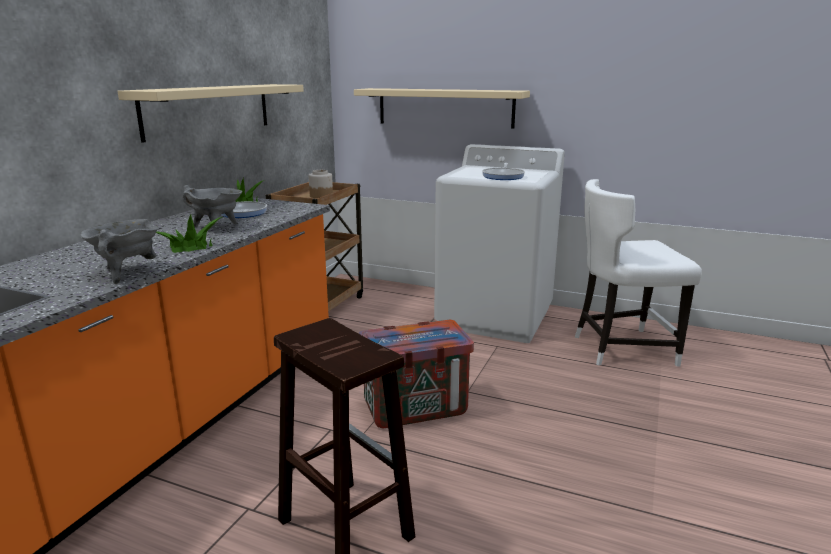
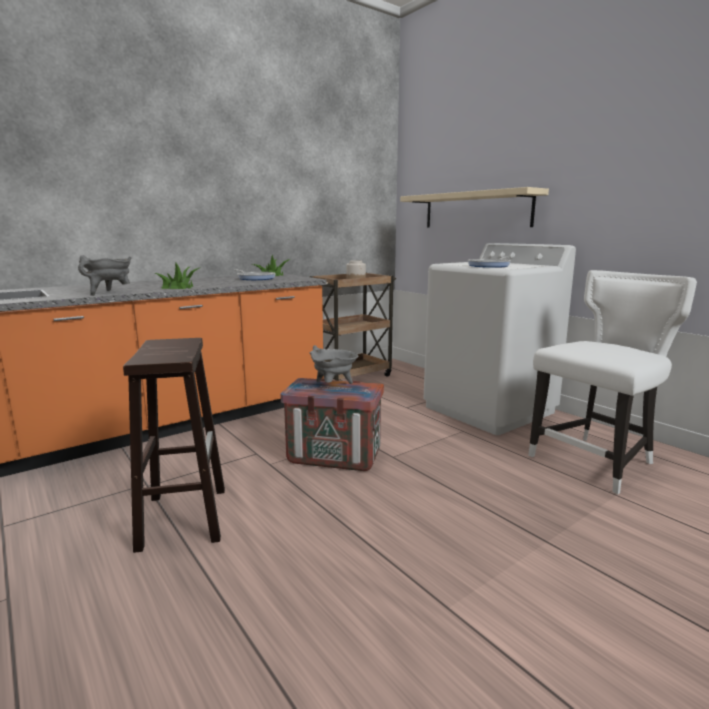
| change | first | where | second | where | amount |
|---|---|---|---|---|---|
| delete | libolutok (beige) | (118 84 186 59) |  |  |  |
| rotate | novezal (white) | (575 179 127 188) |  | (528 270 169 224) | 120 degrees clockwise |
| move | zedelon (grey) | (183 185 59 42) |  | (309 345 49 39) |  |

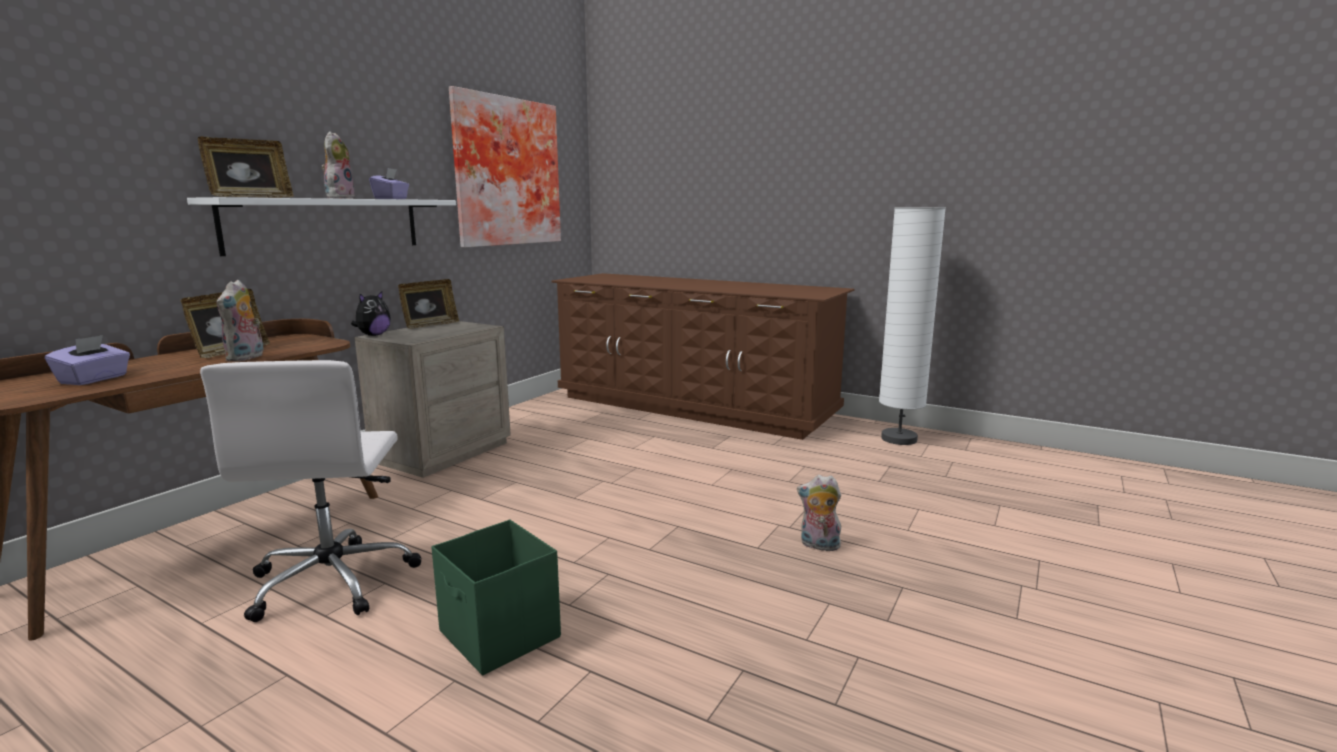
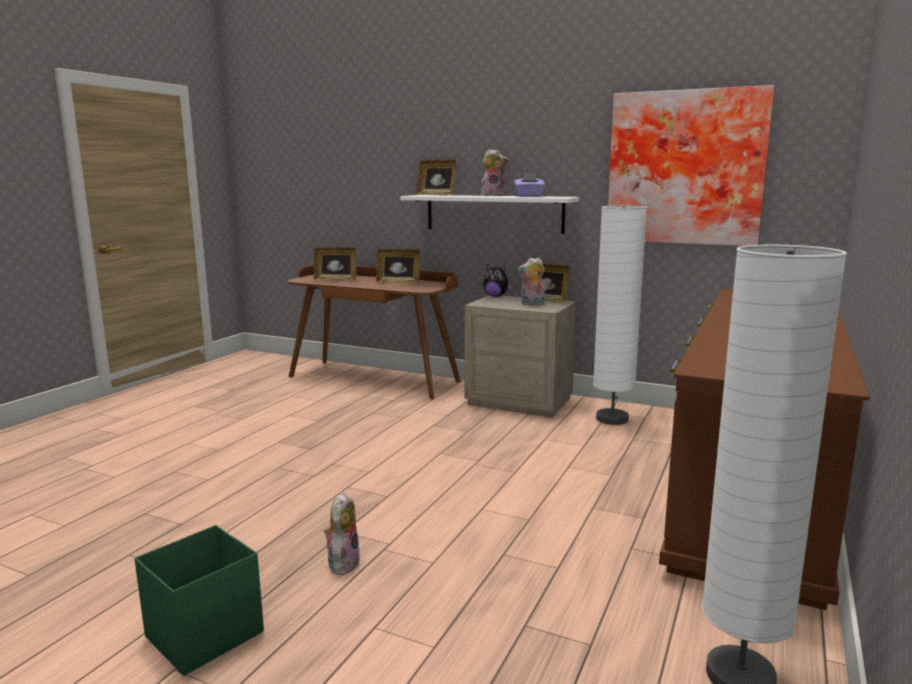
| change | first | where | second | where | amount |
|---|---|---|---|---|---|
| move | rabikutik | (217 280 47 82) |  | (518 258 27 48) |  |
| replace | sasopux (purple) | (45 335 85 50) | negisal | (314 247 42 34) |  |
| delete | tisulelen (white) | (200 360 222 262) |  |  |  |
| move | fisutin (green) | (431 519 130 157) |  | (134 525 130 151) |  |
| insert |  |  | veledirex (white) | (593 206 54 219) |  |

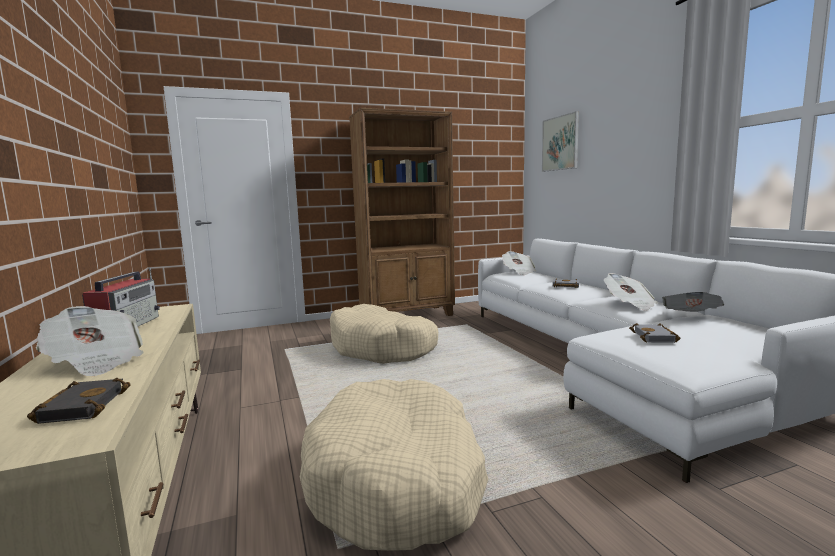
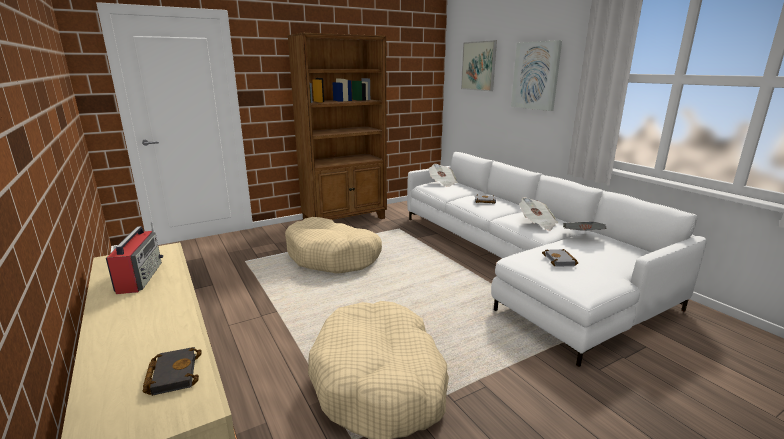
| change | first | where | second | where | amount |
|---|---|---|---|---|---|
| delete | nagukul | (36 306 108 70) |  |  |  |
| insert |  |  | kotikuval | (511 40 51 71) |  |

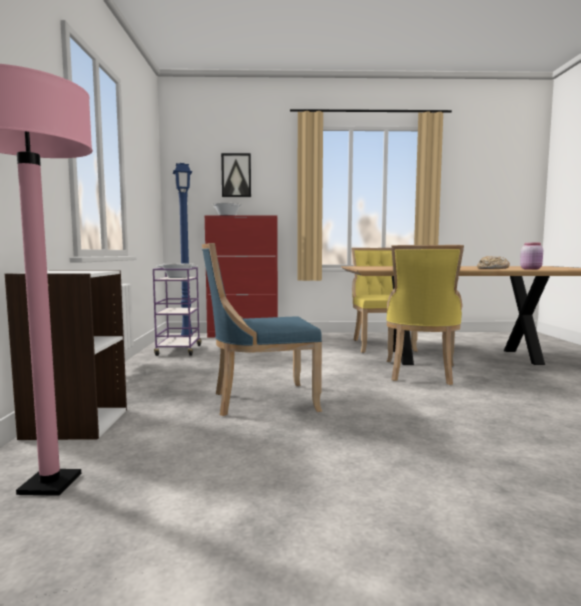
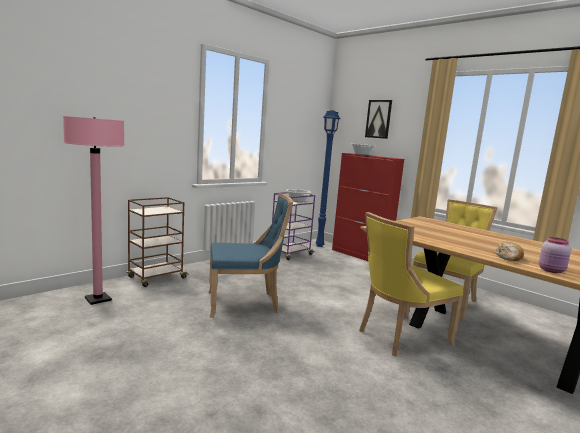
| change | first | where | second | where | amount |
|---|---|---|---|---|---|
| rotate | novezal (blue) | (202 243 120 173) |  | (208 193 85 125) | 135 degrees clockwise |
| replace | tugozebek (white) | (5 270 122 170) | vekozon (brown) | (127 197 62 90) |  |

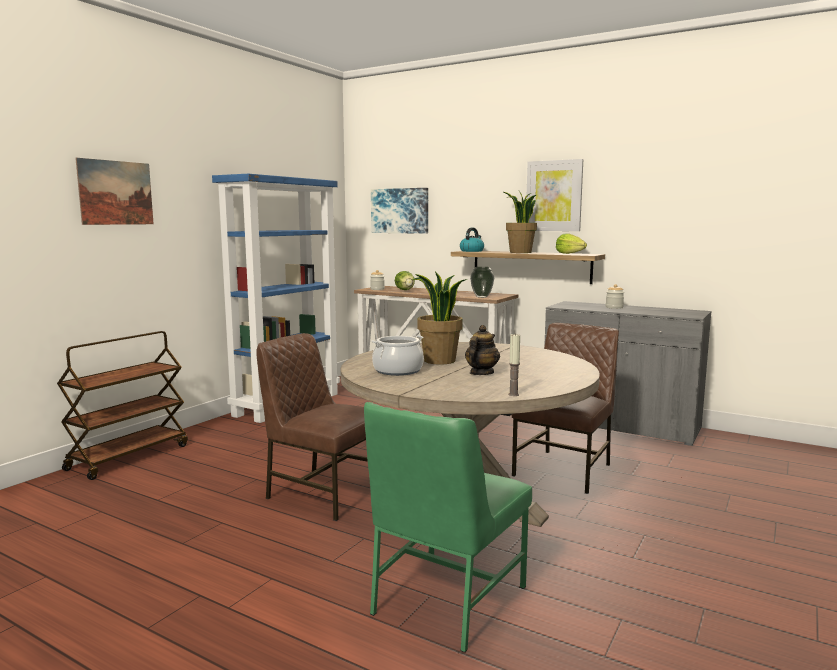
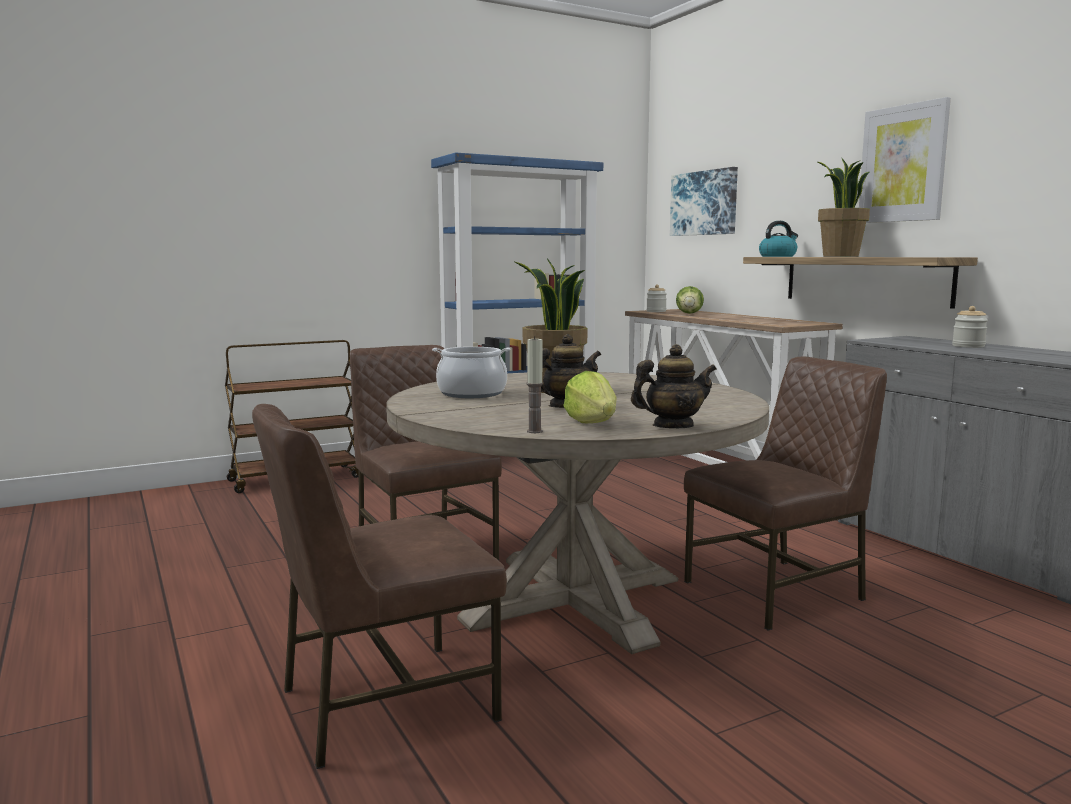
| change | first | where | second | where | amount |
|---|---|---|---|---|---|
| delete | kotikuval | (75 158 78 67) |  |  |  |
| move | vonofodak | (556 234 31 20) |  | (563 371 54 52) |  |
| delete | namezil | (470 267 24 31) |  |  |  |
| recolor | novezal (green) | (364 402 168 251) | novezal (brown) | (252 404 255 365) |  |
| insert |  |  | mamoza | (631 344 86 84) |  |

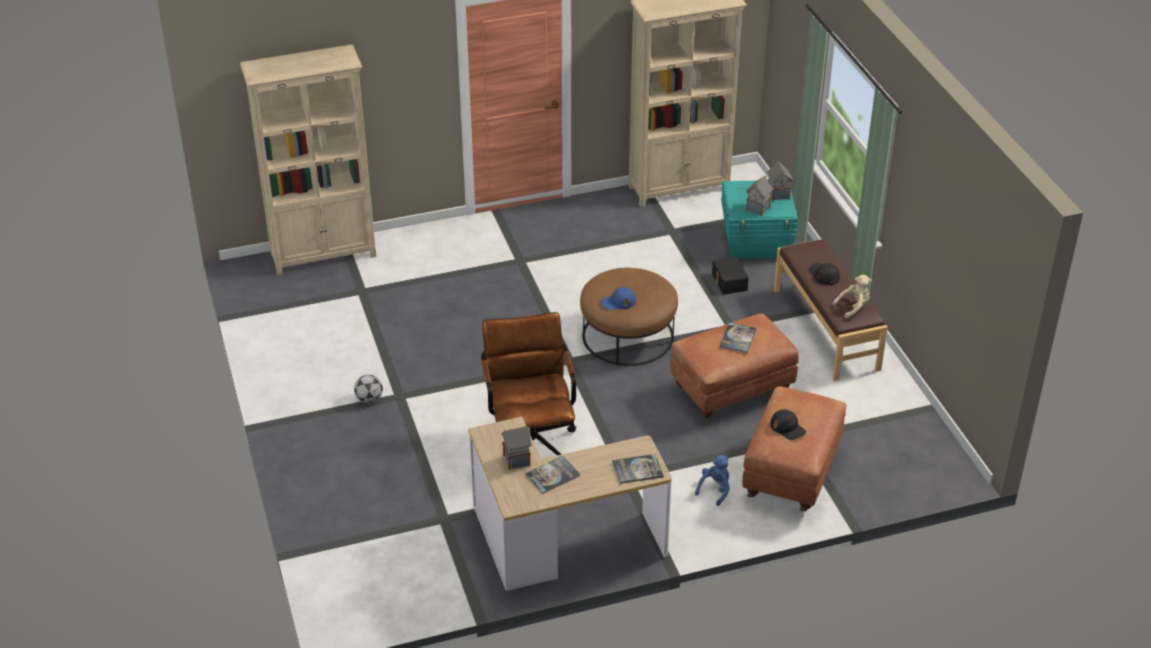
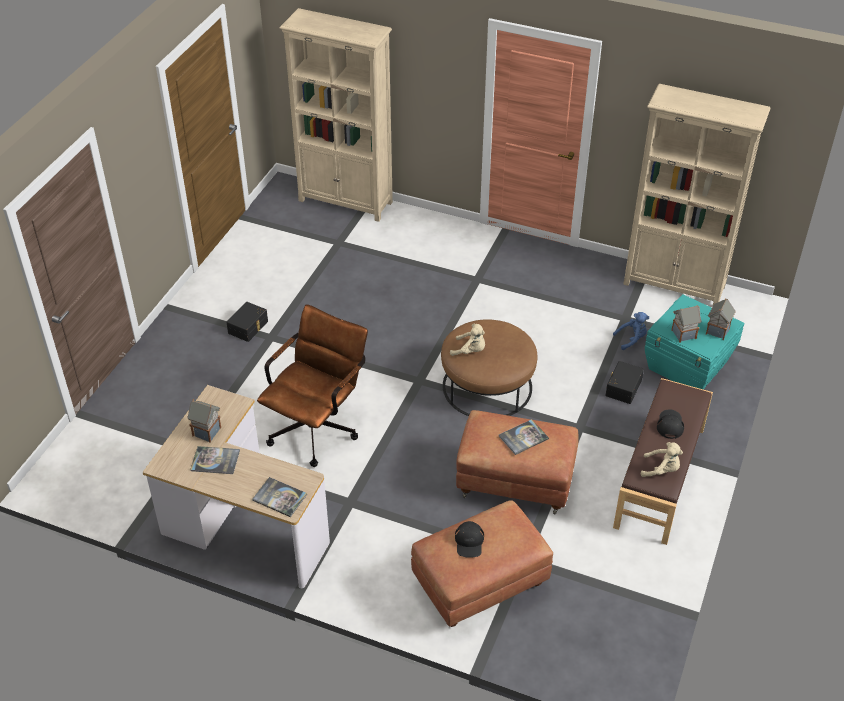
| change | first | where | second | where | amount |
|---|---|---|---|---|---|
| replace | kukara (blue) | (601 287 35 23) | rabikutik (beige) | (450 324 35 32) |  |
| replace | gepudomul | (354 375 29 28) | fisutin (black) | (226 302 42 40) |  |
| move | rabikutik (blue) | (695 455 35 51) |  | (613 312 36 38) |  |

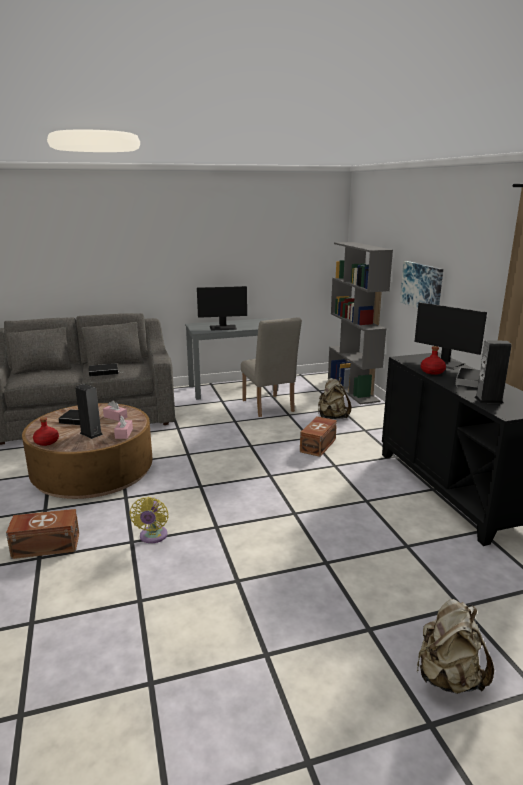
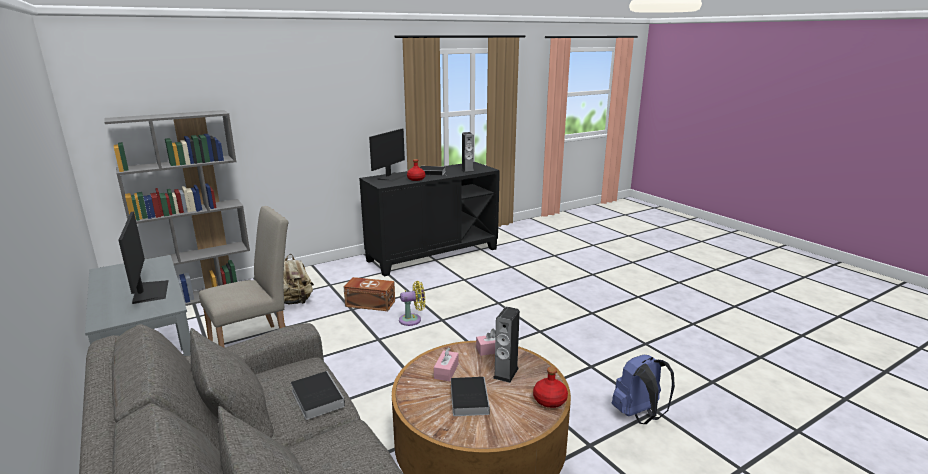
| change | first | where | second | where | amount |
|---|---|---|---|---|---|
| delete | kotikuval | (400 261 43 48) |  |  |  |
| move | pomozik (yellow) | (129 497 40 46) |  | (399 281 26 45) |  |
| replace | fisutin (brown) | (6 509 73 50) | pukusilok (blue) | (612 355 63 69) |  |
| delete | pukusilok (beige) | (416 599 78 95) |  |  |  |

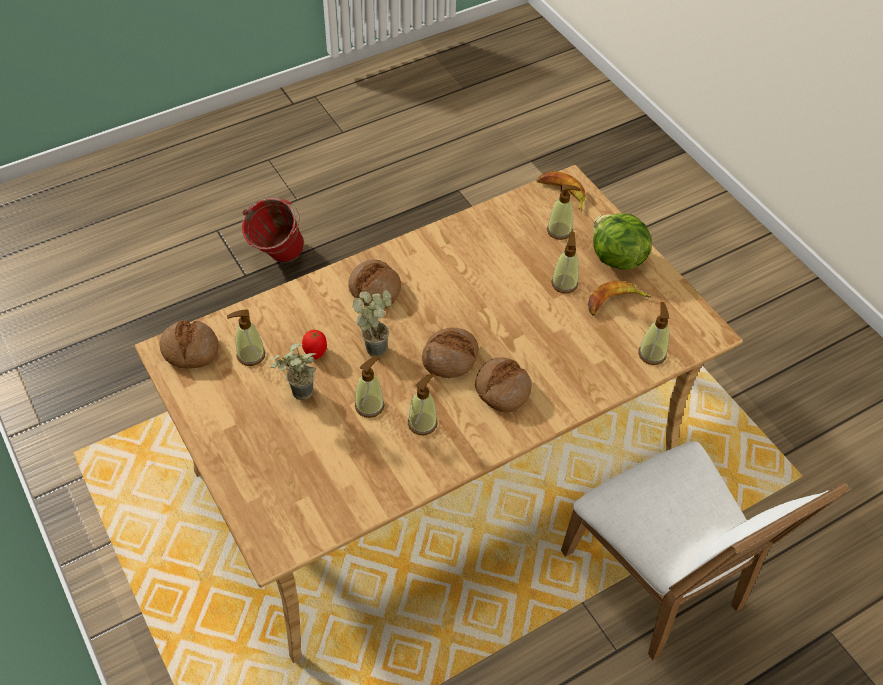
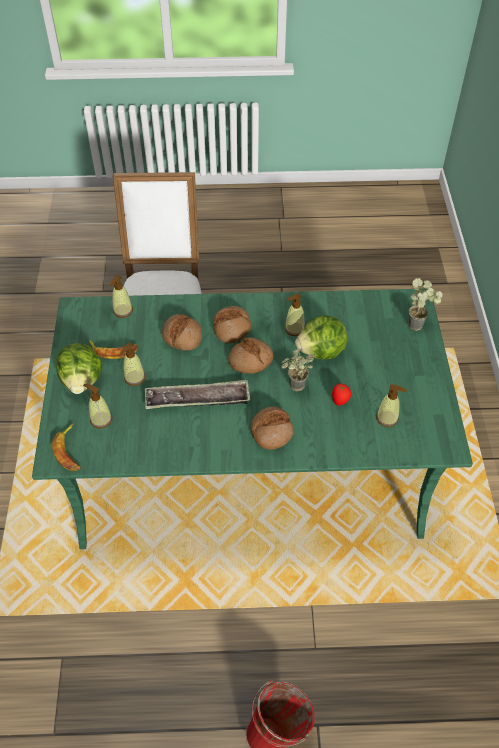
| change | first | where | second | where | amount |
|---|---|---|---|---|---|
| recolor | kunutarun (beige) | (135 165 608 498) | kunutarun (green) | (32 289 441 260) |  |
| move | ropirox | (160 320 59 48) |  | (162 314 40 37) |  |
| move | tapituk | (270 343 46 57) |  | (408 278 34 53) |  |
| replace | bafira | (355 356 30 62) | vonofodak | (295 315 53 44) |  |
| insert |  |  | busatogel | (145 380 105 29) |  |

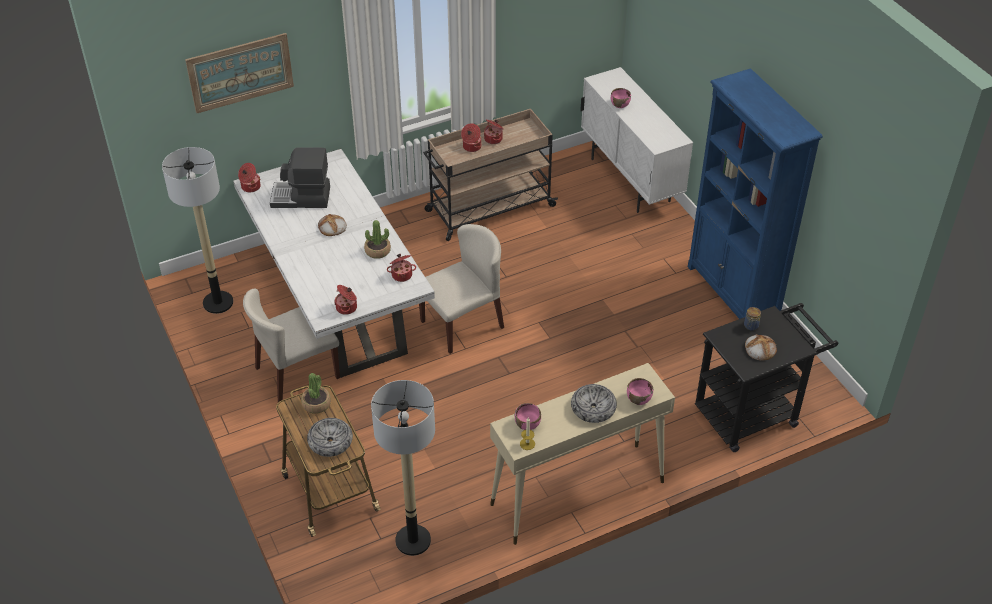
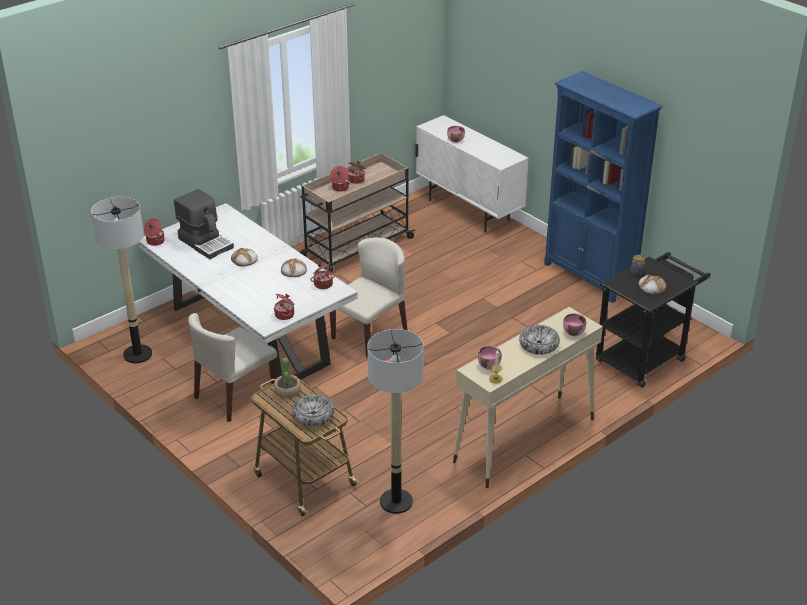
| change | first | where | second | where | amount |
|---|---|---|---|---|---|
| delete | kotikuval | (185 33 109 80) |  |  |  |
| rotate | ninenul | (270 147 60 61) |  | (174 189 60 70) | 120 degrees counterclockwise |
| replace | tapituk | (364 220 27 39) | ropirox | (281 258 26 19) |  |

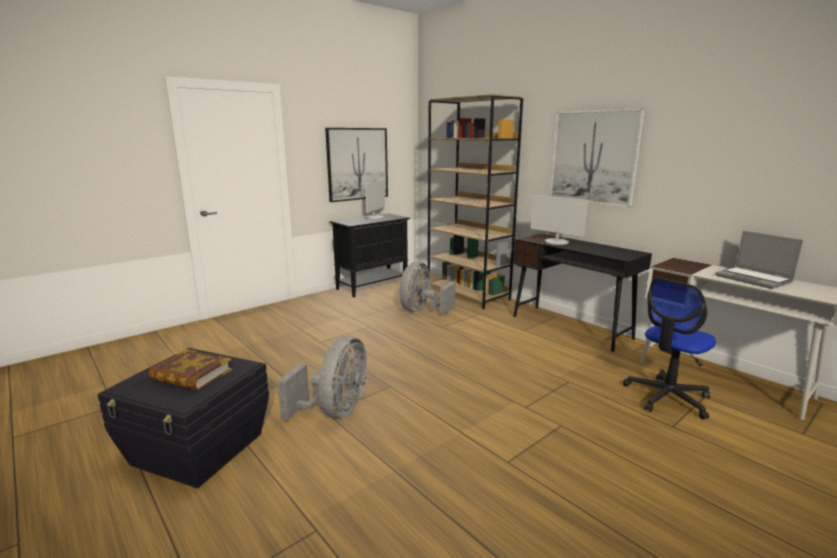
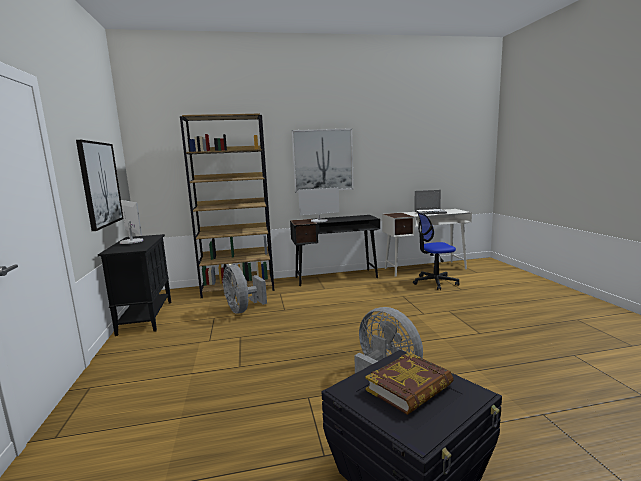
| change | first | where | second | where | amount |
|---|---|---|---|---|---|
| rotate | tisulelen | (623 277 93 143) |  | (413 212 46 78) | 90 degrees clockwise |

